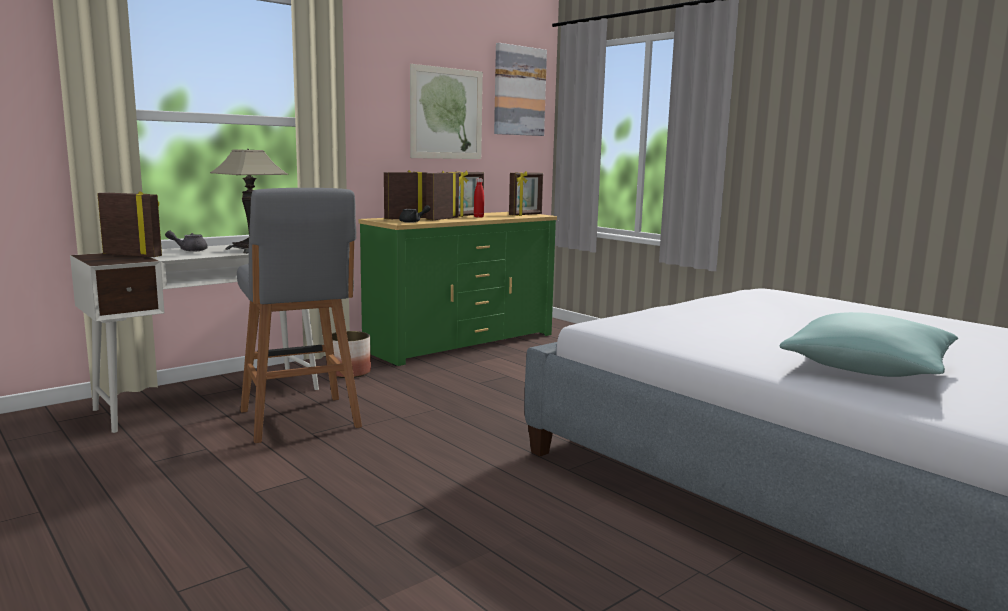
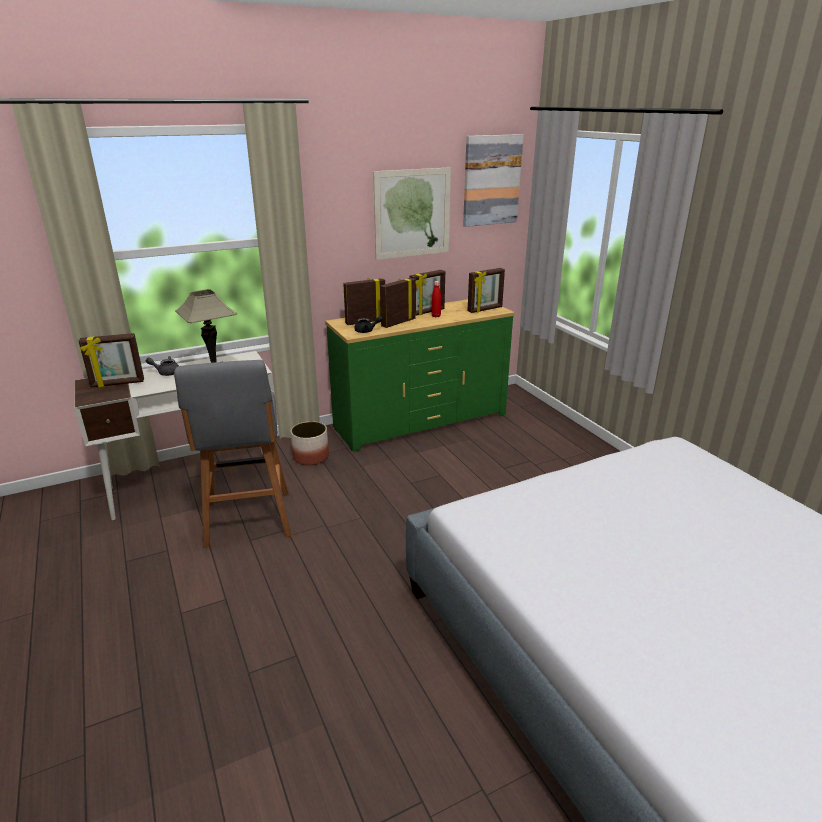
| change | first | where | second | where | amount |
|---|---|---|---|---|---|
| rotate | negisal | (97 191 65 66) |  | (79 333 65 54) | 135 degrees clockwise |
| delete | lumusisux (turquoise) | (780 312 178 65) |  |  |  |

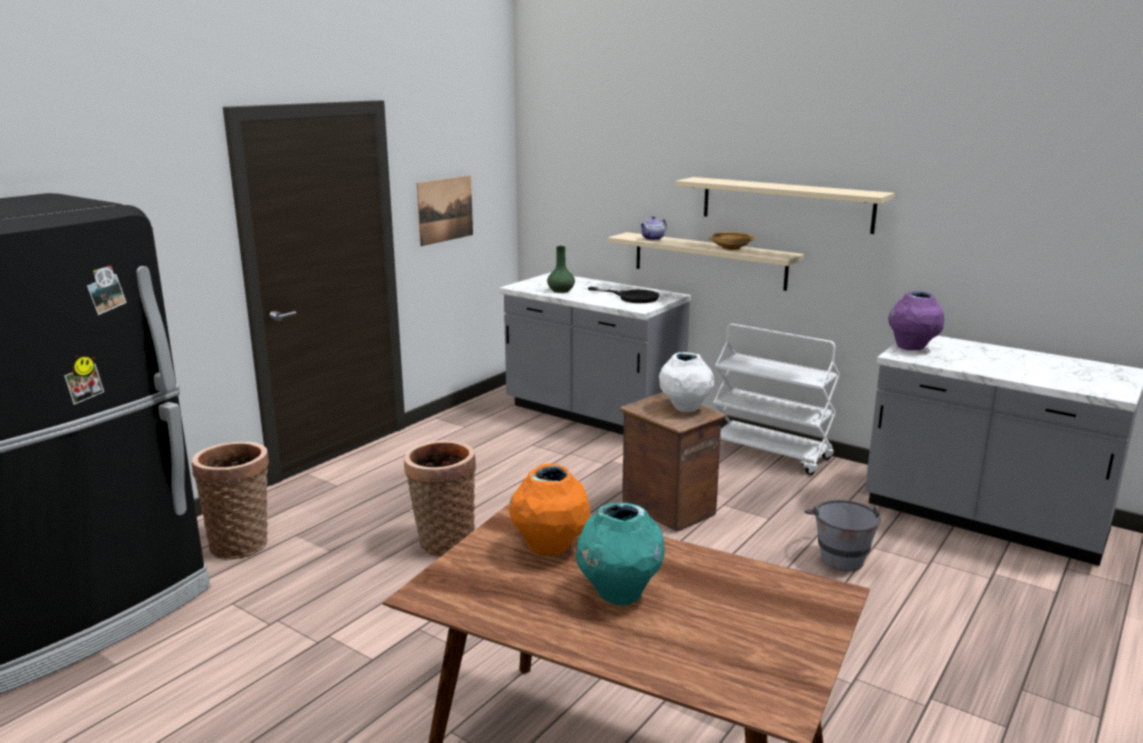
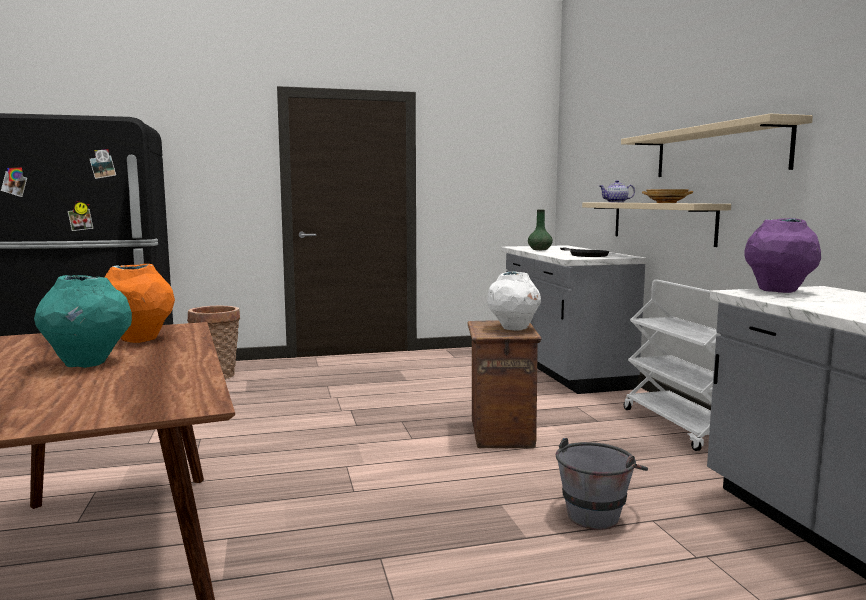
| change | first | where | second | where | amount |
|---|---|---|---|---|---|
| delete | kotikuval | (417 176 56 70) |  |  |  |
| delete | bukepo | (404 440 72 117) |  |  |  |

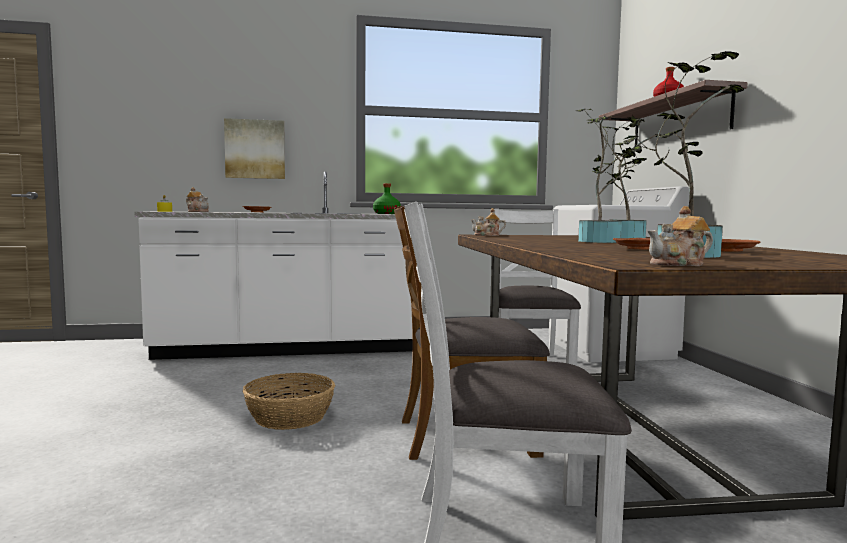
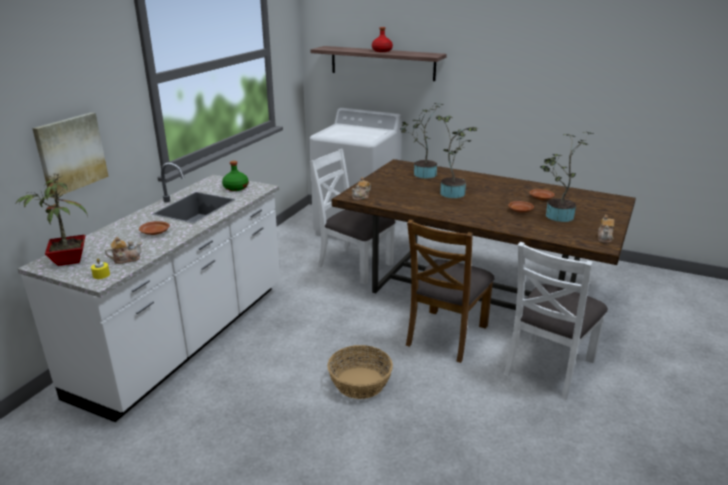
| change | first | where | second | where | amount |
|---|---|---|---|---|---|
| insert |  |  | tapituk | (15 174 73 92) |  |

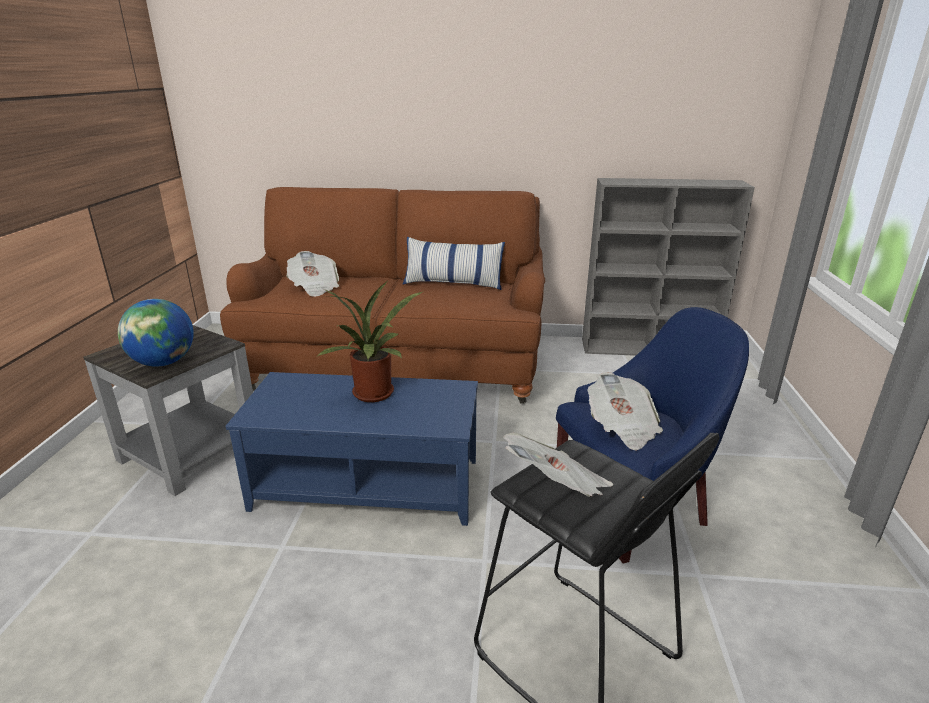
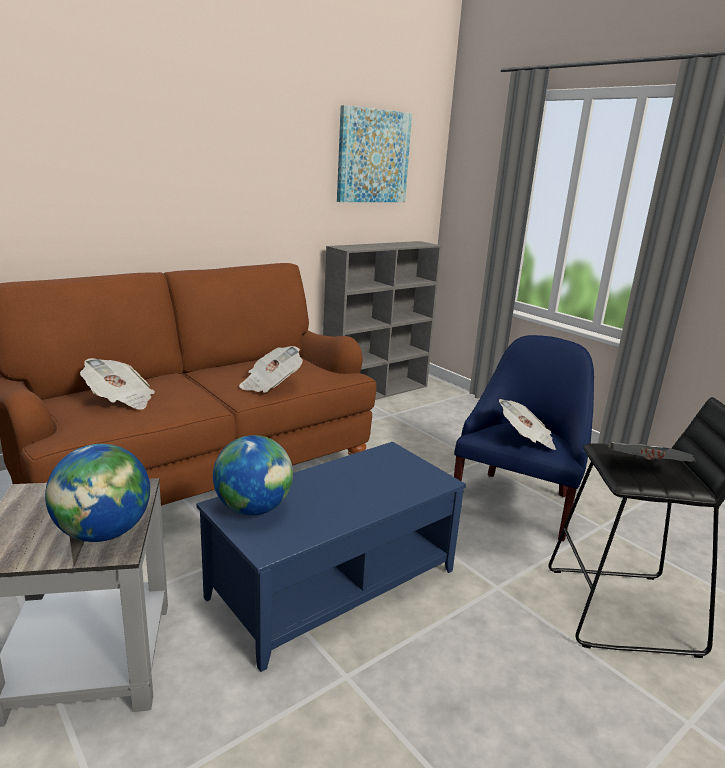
| change | first | where | second | where | amount |
|---|---|---|---|---|---|
| delete | lumusisux | (403 237 102 53) |  |  |  |
| delete | tapituk | (317 281 105 121) |  |  |  |
| insert |  |  | kotikuval | (337 105 75 97) |  |
| insert |  |  | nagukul | (239 346 64 47) |  |
| insert |  |  | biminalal | (213 435 80 80) |  |

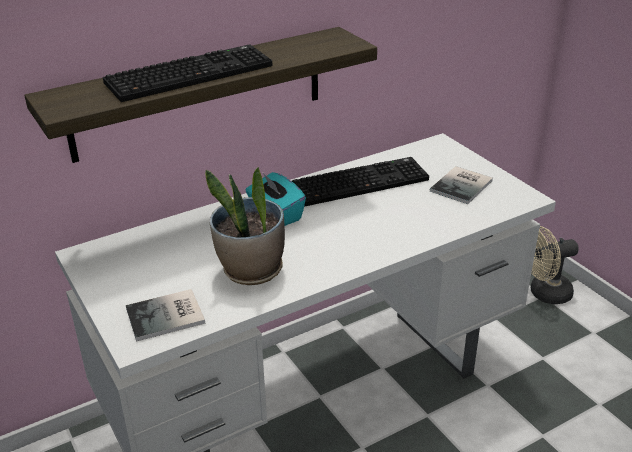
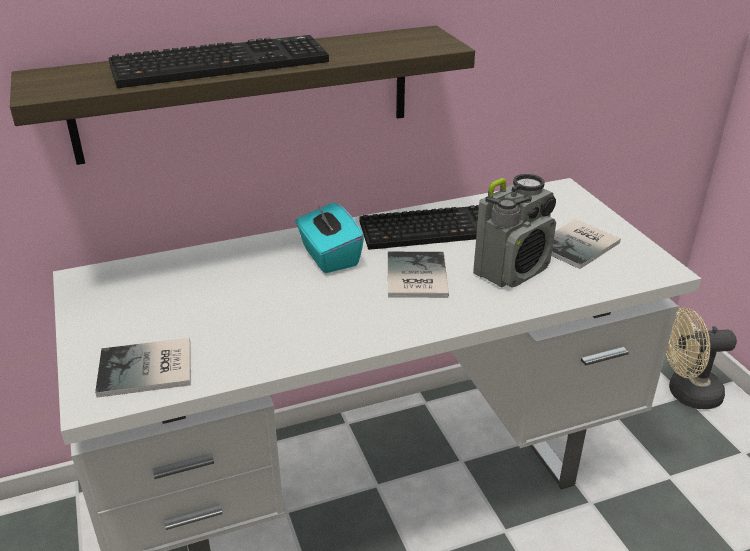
| change | first | where | second | where | amount |
|---|---|---|---|---|---|
| delete | tapituk | (205 167 80 118) |  |  |  |
| insert |  |  | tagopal | (473 174 83 114) |  |
| insert |  |  | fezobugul | (388 252 61 46) |  |

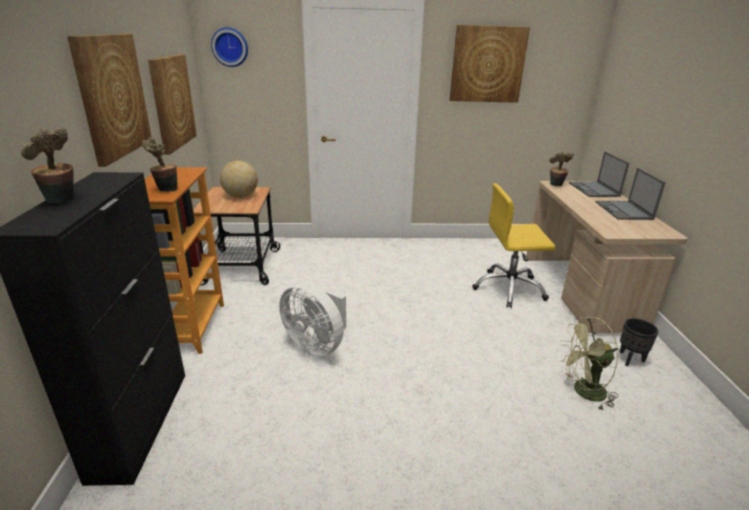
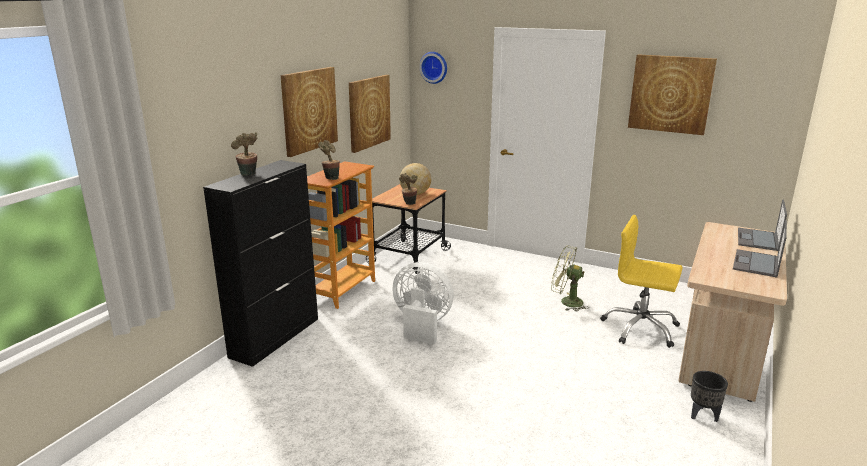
| change | first | where | second | where | amount |
|---|---|---|---|---|---|
| move | tapituk | (549 151 25 35) |  | (399 173 19 32) |  |
| rotate | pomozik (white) | (279 282 67 74) |  | (392 262 62 83) | 135 degrees clockwise |
| move | pomozik (green) | (560 317 59 94) |  | (551 245 38 66) |  |

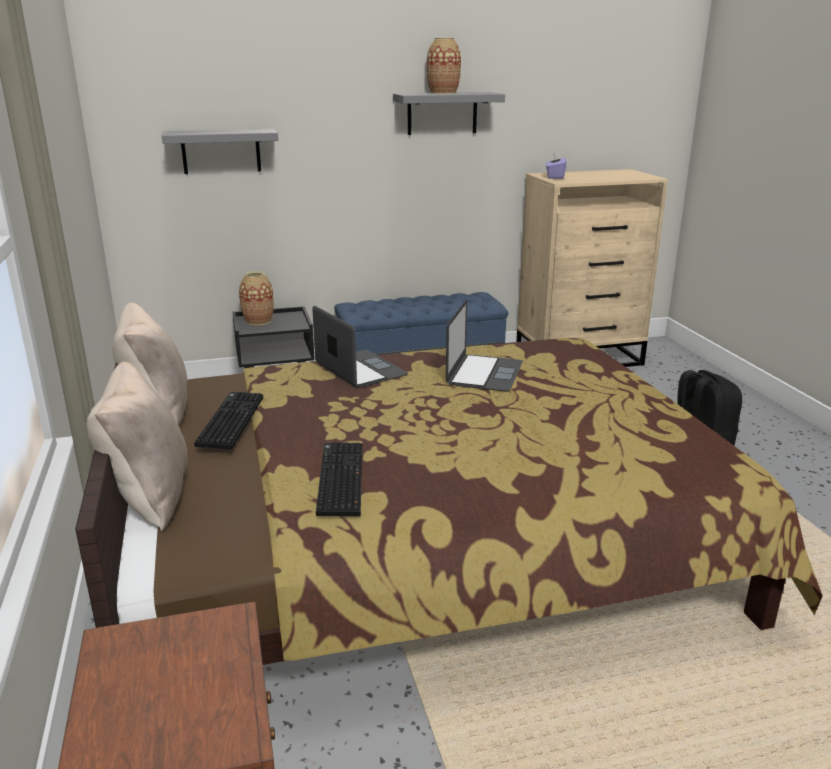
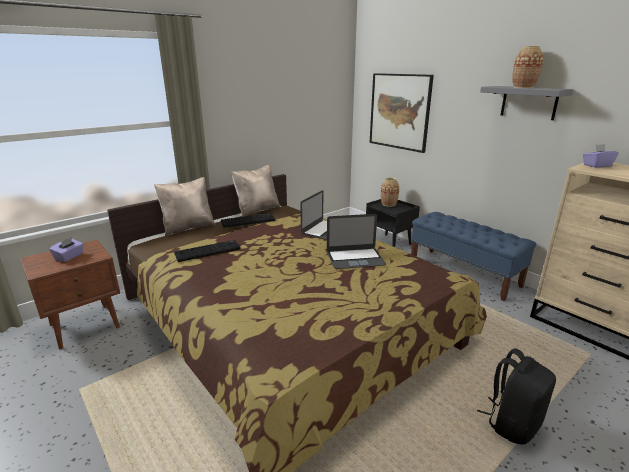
| change | first | where | second | where | amount |
|---|---|---|---|---|---|
| replace | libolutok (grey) | (162 129 116 45) | kotikuval | (370 73 64 80) |  |
| insert |  |  | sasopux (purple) | (49 237 35 25) |  |

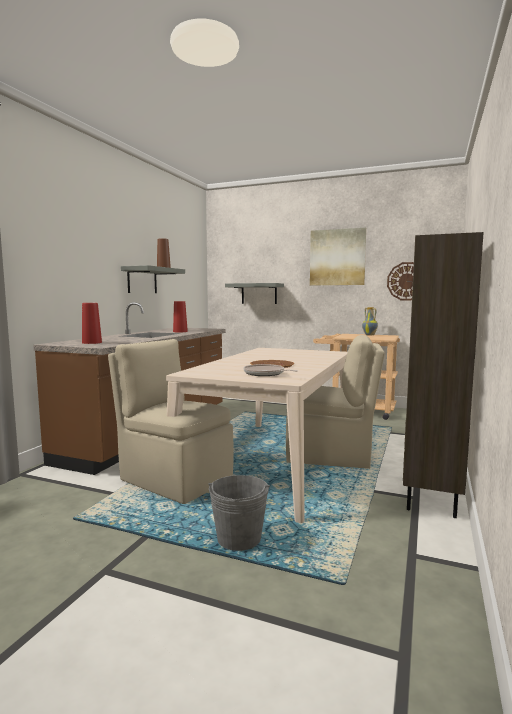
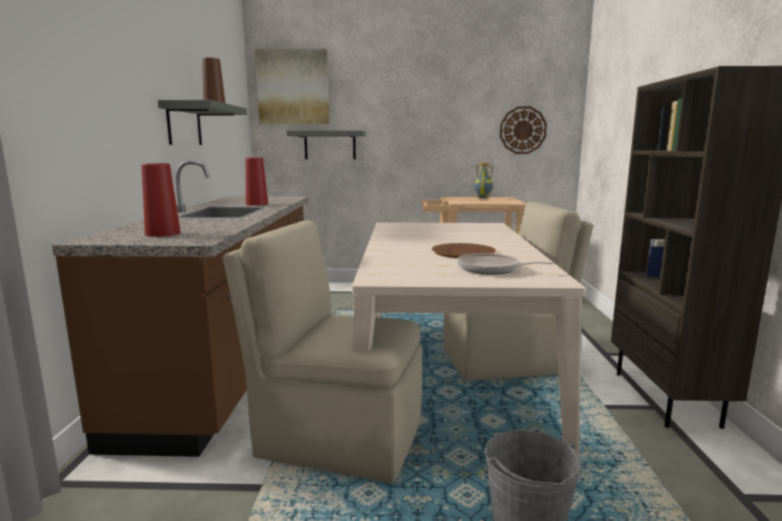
| change | first | where | second | where | amount |
|---|---|---|---|---|---|
| move | kotikuval | (310 228 56 57) |  | (255 49 74 75) |  |

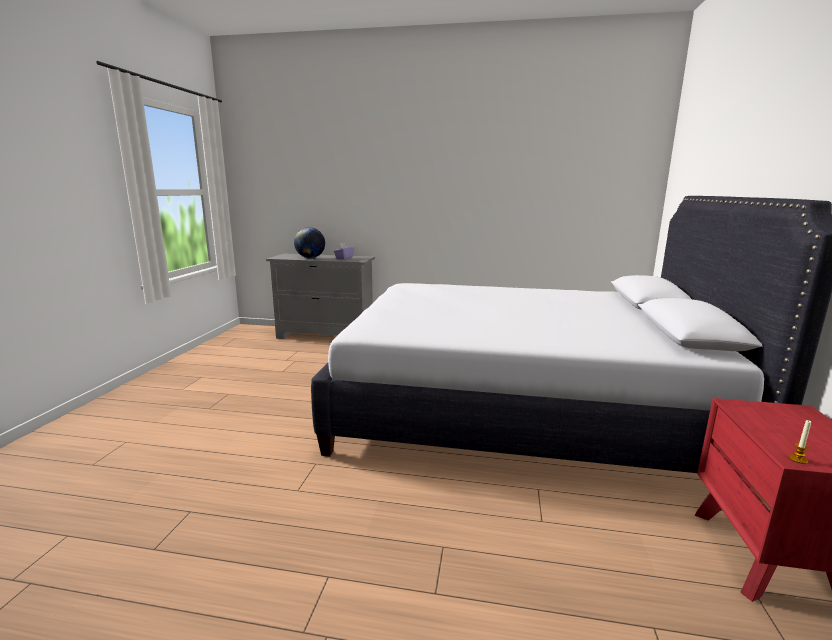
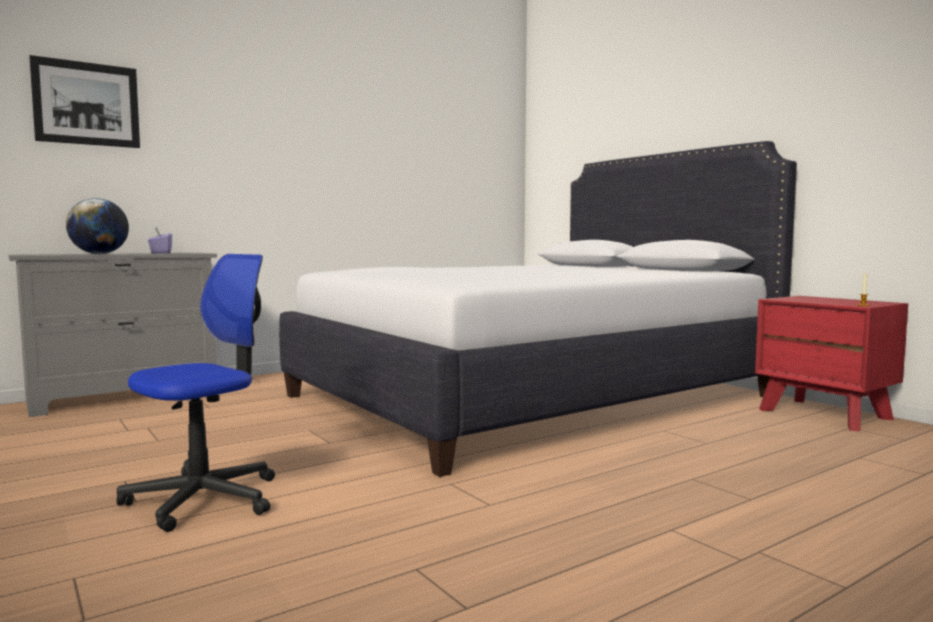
| change | first | where | second | where | amount |
|---|---|---|---|---|---|
| insert |  |  | kotikuval | (29 55 111 93) |  |
| insert |  |  | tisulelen | (116 254 159 278) |  |

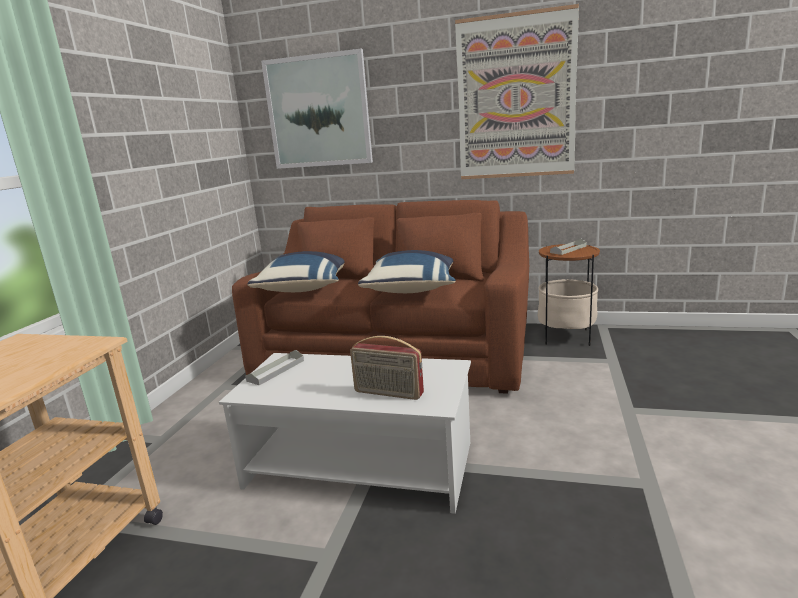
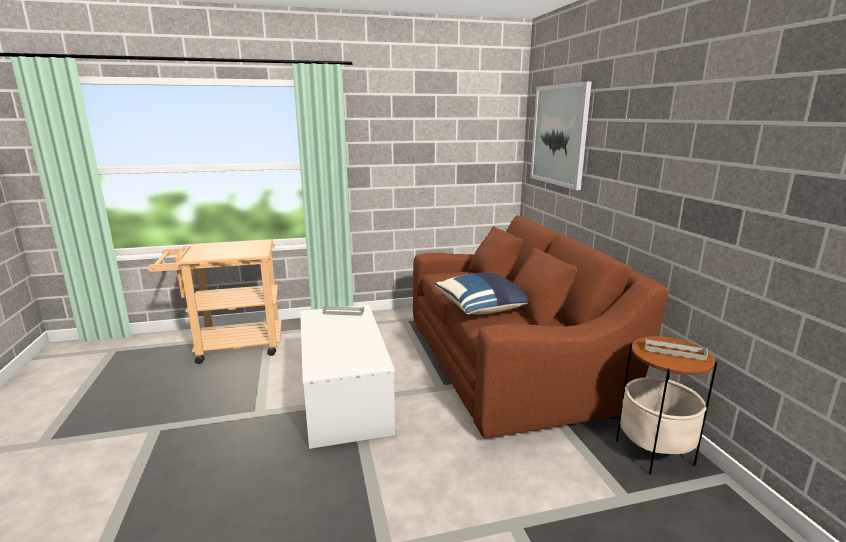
| change | first | where | second | where | amount |
|---|---|---|---|---|---|
| delete | kotikuval | (455 4 124 175) |  |  |  |
| delete | lumusisux (blue) | (248 251 97 41) |  |  |  |
| delete | tagopal | (350 336 74 64) |  |  |  |

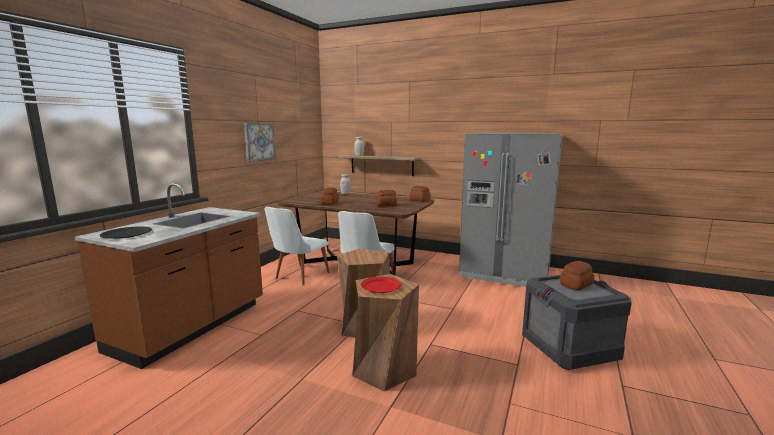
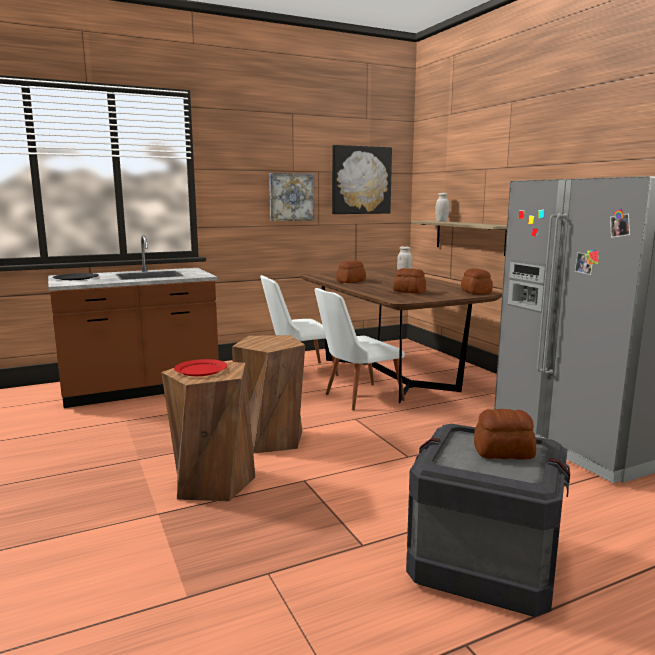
| change | first | where | second | where | amount |
|---|---|---|---|---|---|
| insert |  |  | kotikuval | (332 145 60 69) |  |

